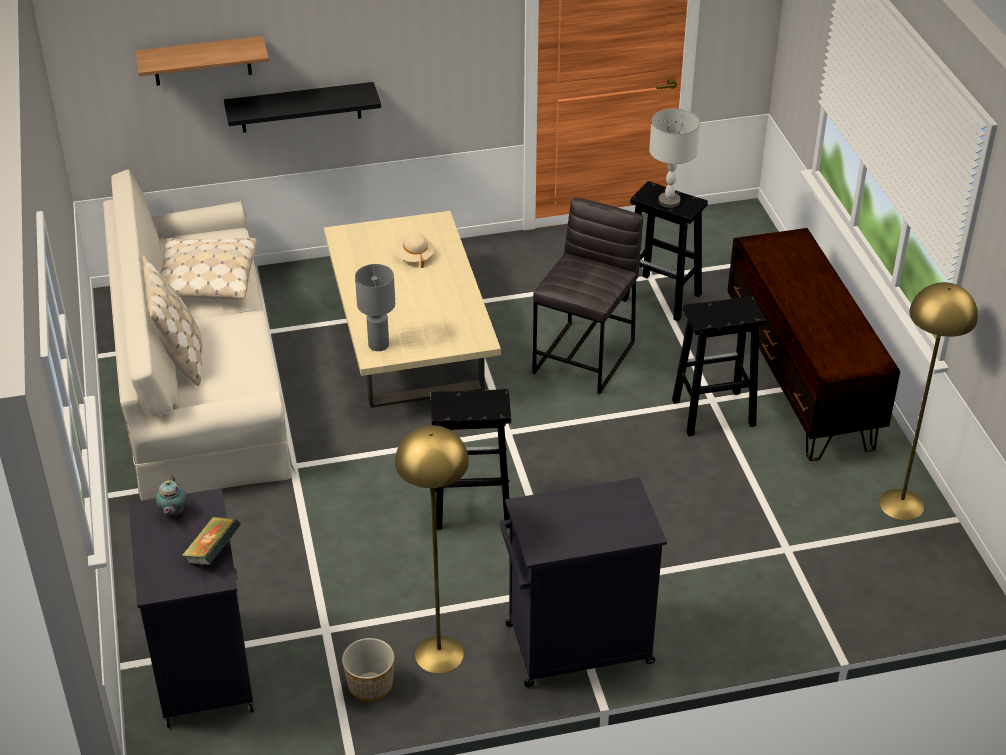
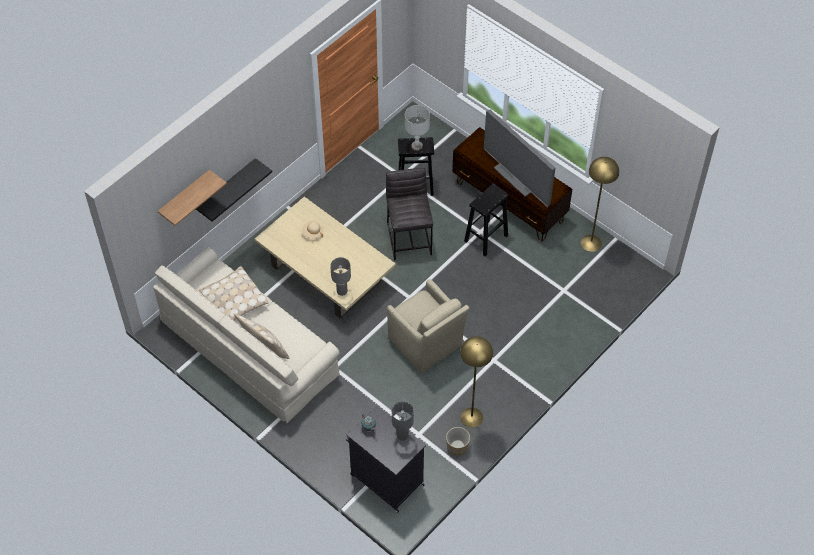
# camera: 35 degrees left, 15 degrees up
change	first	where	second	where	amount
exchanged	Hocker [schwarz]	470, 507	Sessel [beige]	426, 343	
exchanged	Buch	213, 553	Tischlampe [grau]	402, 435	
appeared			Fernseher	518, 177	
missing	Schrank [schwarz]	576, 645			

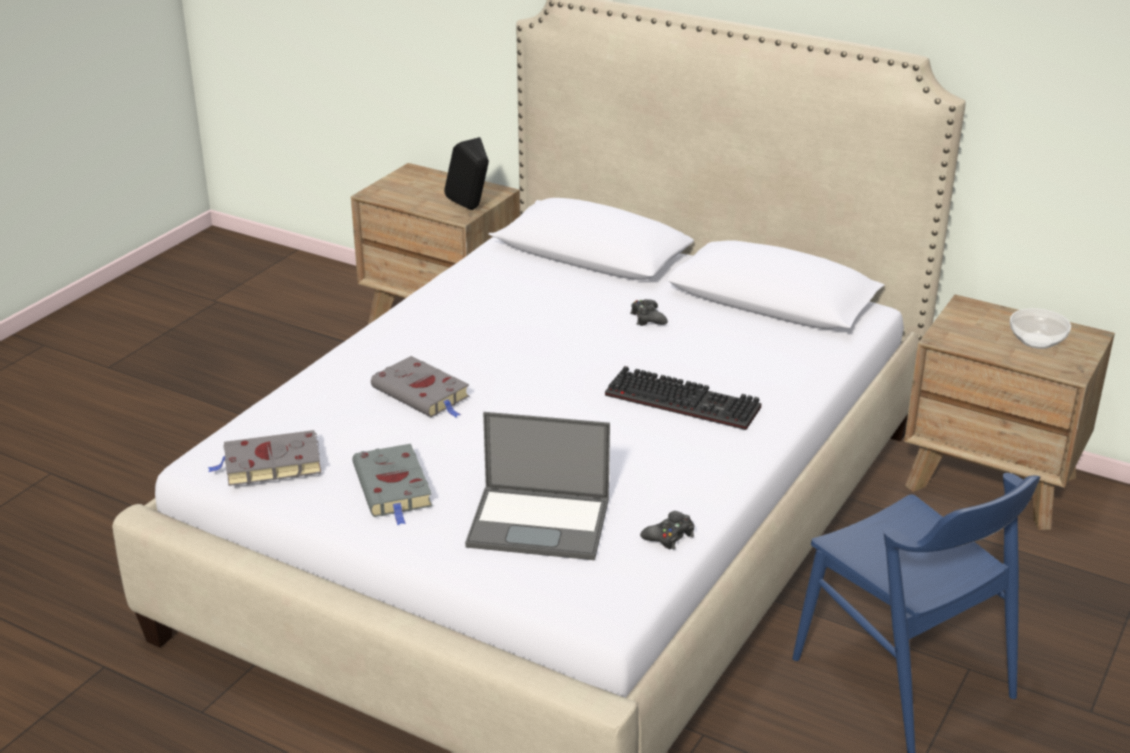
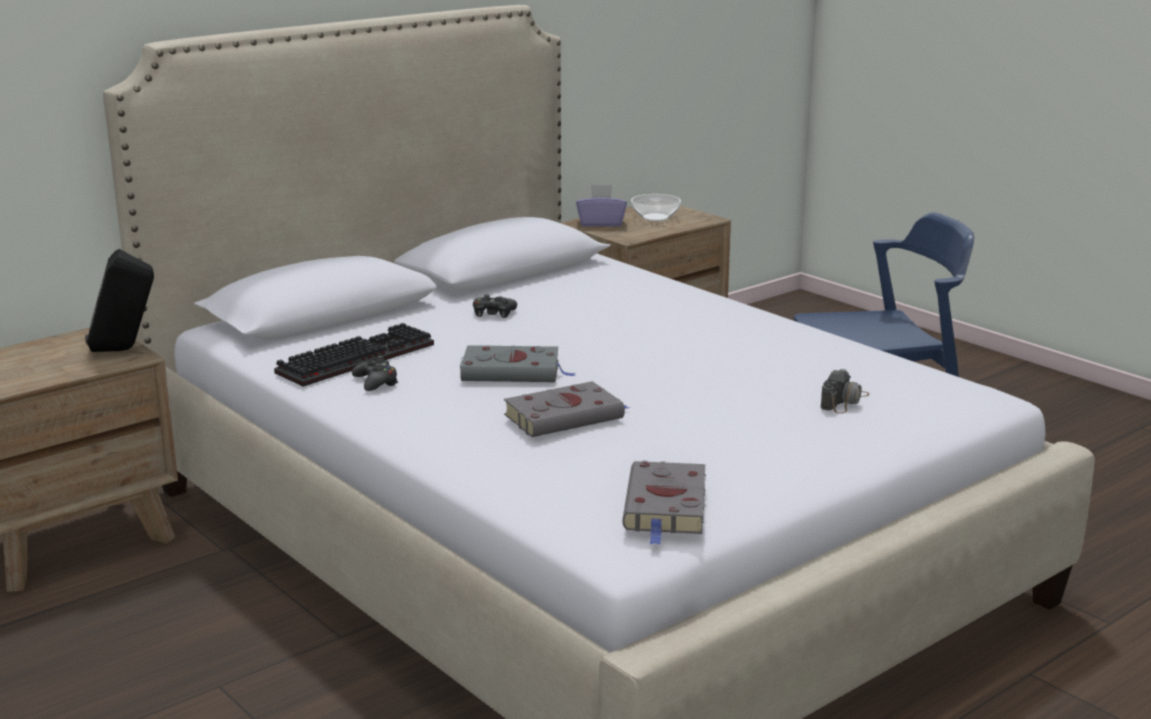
# camera: 70 degrees left, 10 degrees down
change	first	where	second	where	amount
relocated	Tastatur	686, 401		356, 357	
relocated	Gamepad [schwarz]	669, 536		376, 382	
relocated	Buch [grau]	393, 488		514, 371	
appeared			Taschentuchbox [lila]	601, 223	
exchanged	Laptop	540, 523	Kamera	845, 401	

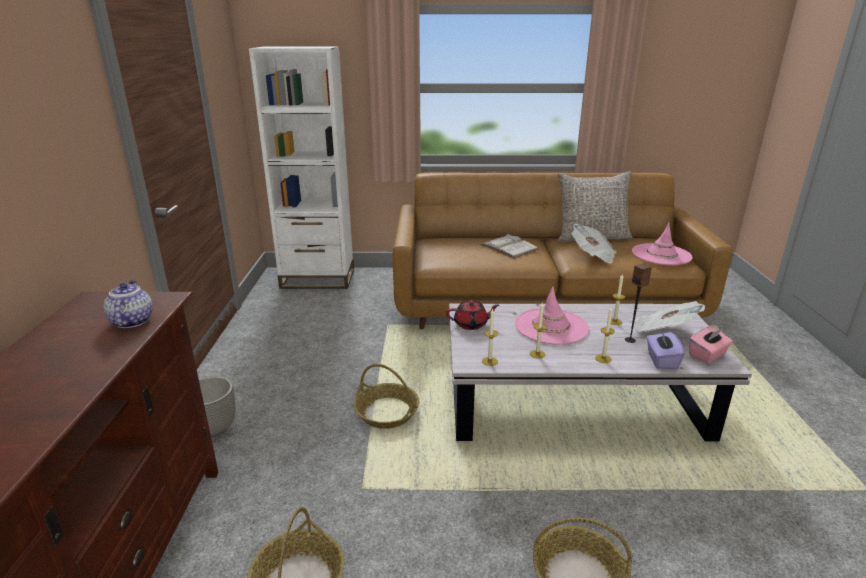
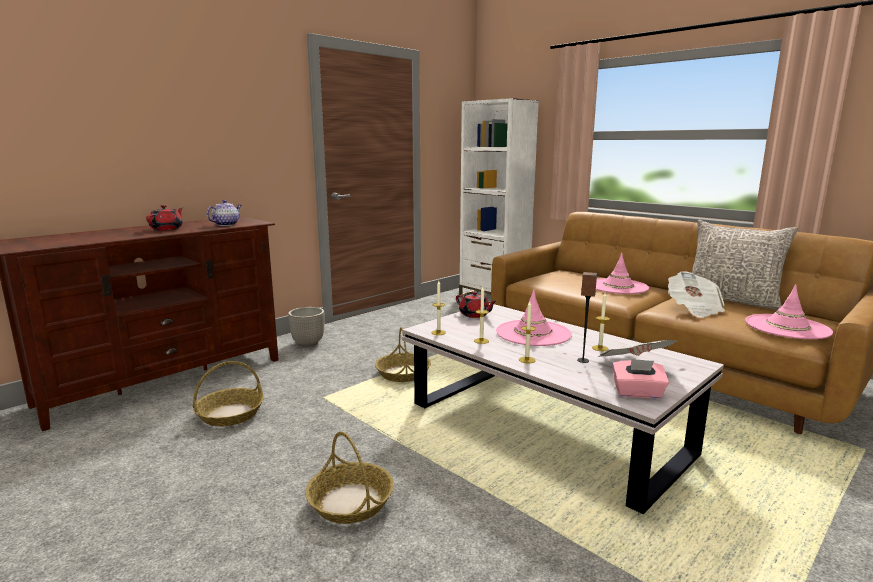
# camera: 45 degrees right, 10 degrees down
change	first	where	second	where	amount
appeared			Teekanne [rot]	167, 229	
exchanged	Buch [weiß]	509, 247	Hut [rosa]	618, 286	
missing	Taschentuchbox [lila]	661, 360			

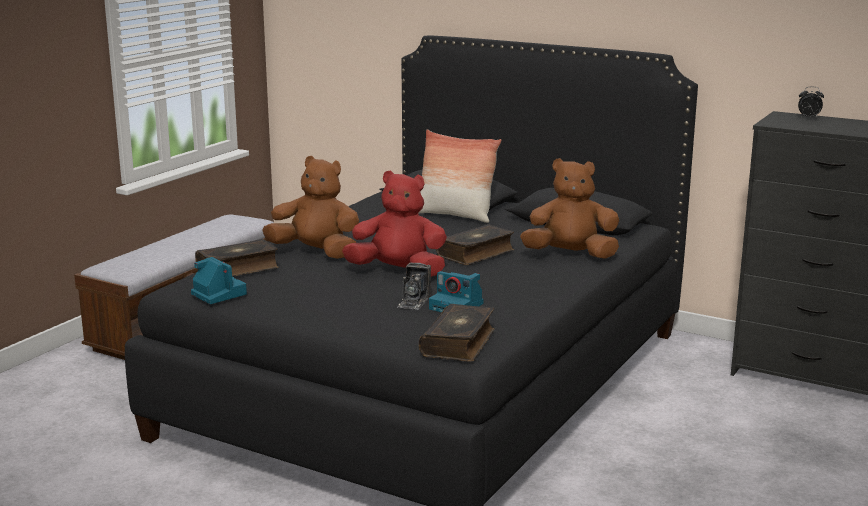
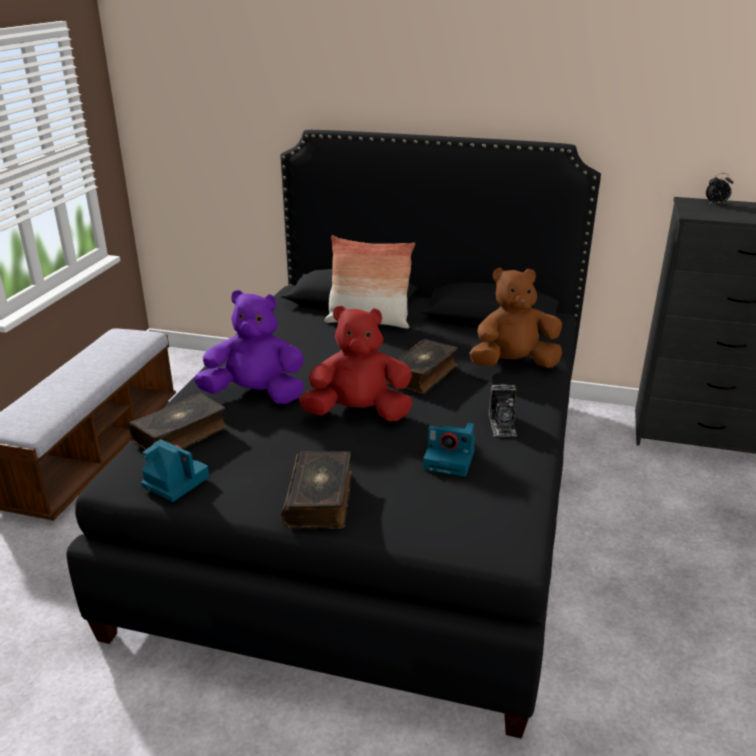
# camera: 15 degrees left, 10 degrees up
change	first	where	second	where	amount
colour	Plüschtier [braun]	316, 253	Plüschtier [lila]	255, 395	
relocated	Buch	459, 343		320, 499	
relocated	Kamera	414, 301		502, 425	

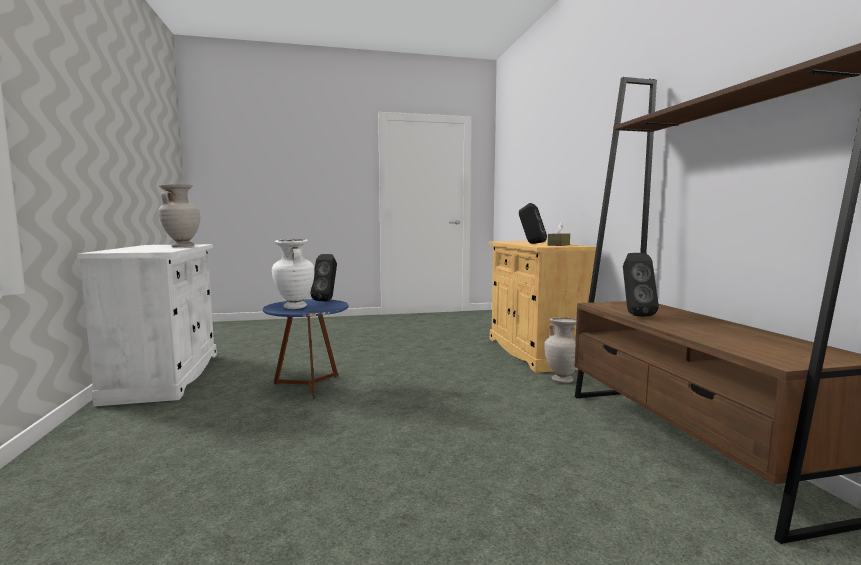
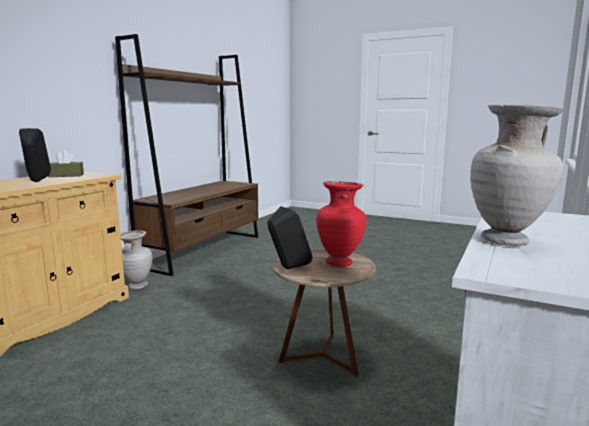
# camera: 140 degrees left, 5 degrees up
change	first	where	second	where	amount
colour	Beistelltisch [blau]	309, 385	Beistelltisch [braun]	322, 357	
colour	Vase [weiß]	294, 307	Vase [rot]	340, 263	
missing	Lautsprecher [schwarz]	634, 315			

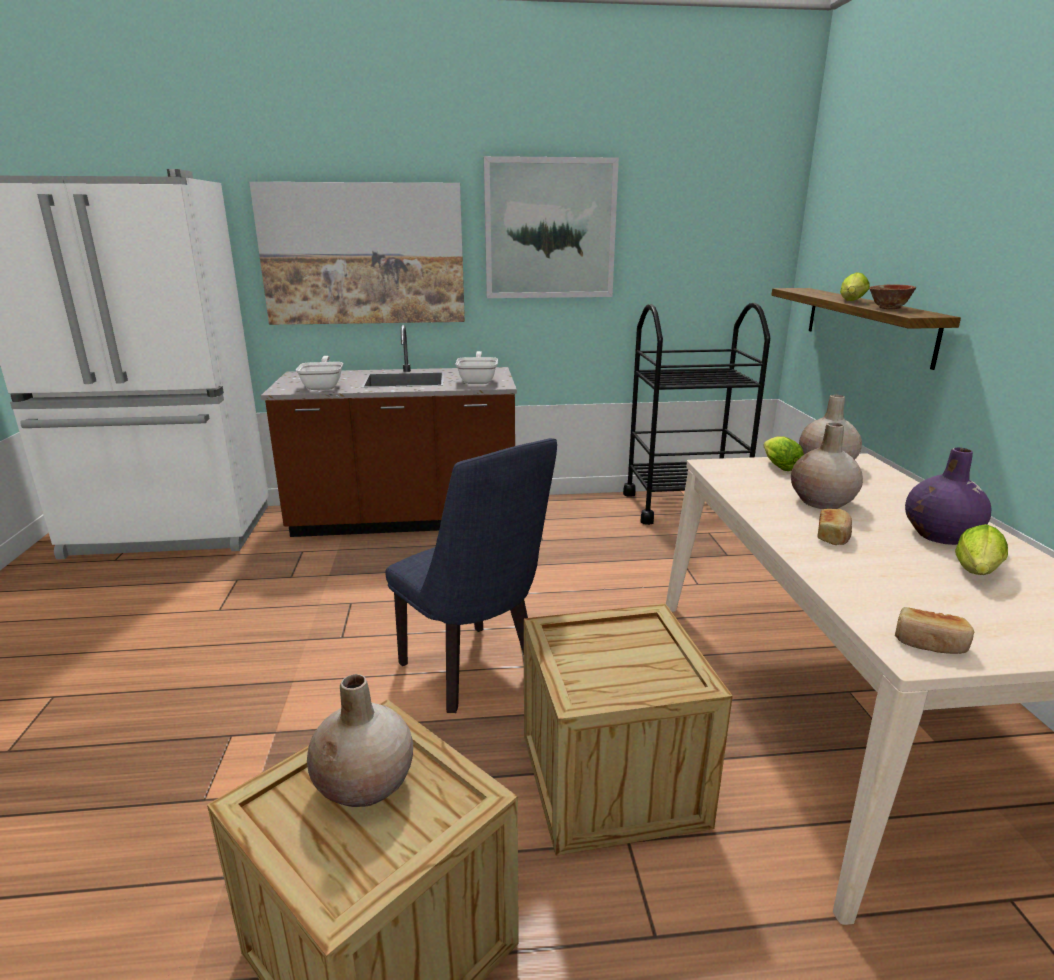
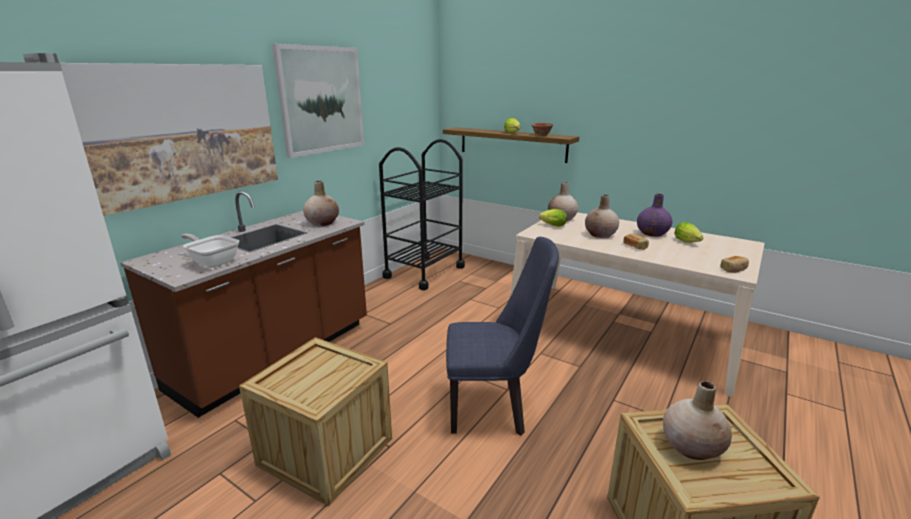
# camera: 50 degrees left, 0 degrees up
change	first	where	second	where	amount
relocated	Kiste	611, 779		326, 451	
exchanged	Pfanne	478, 381	Vase [beige]	322, 223	

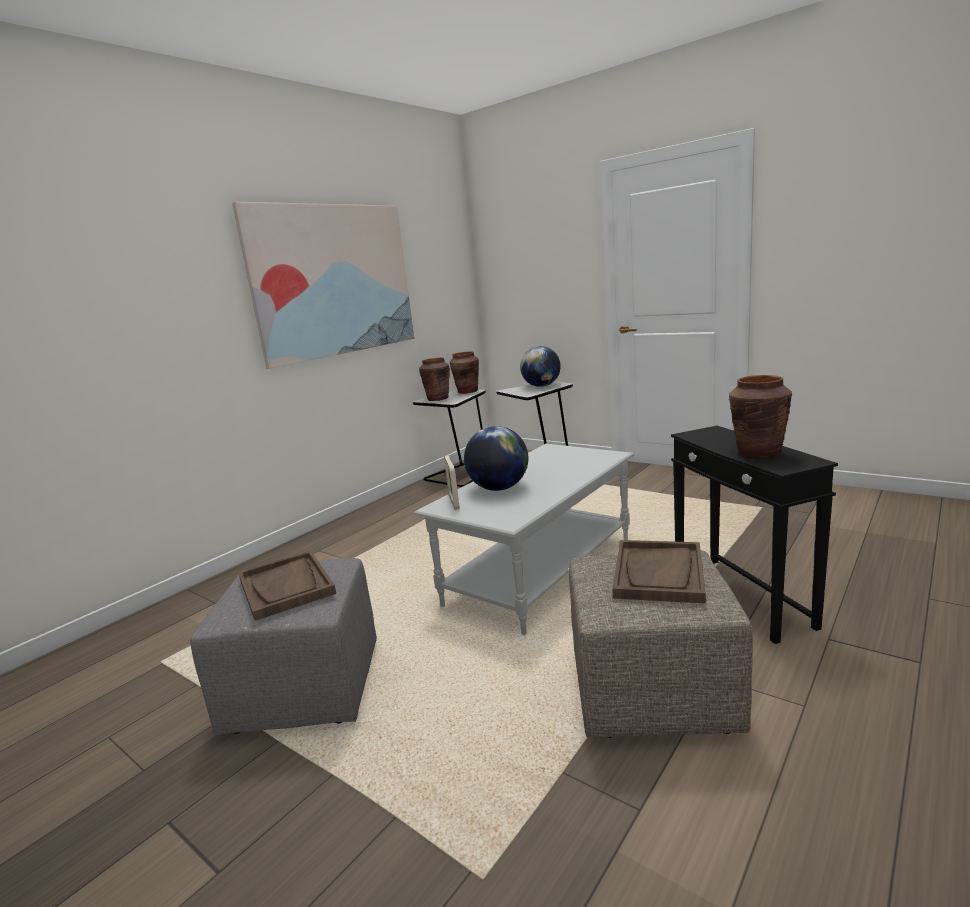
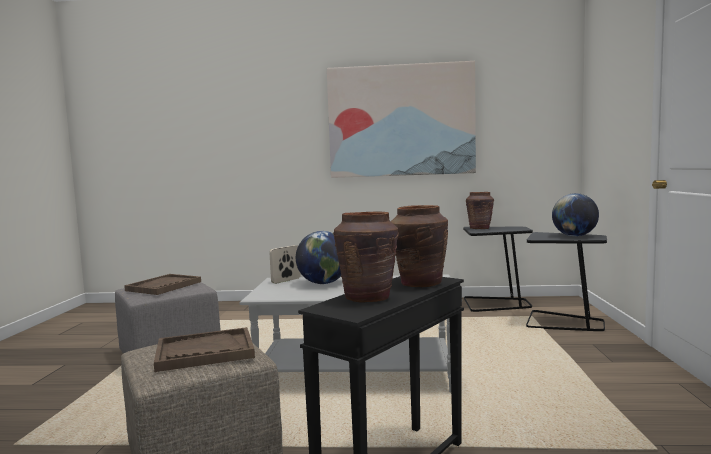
# camera: 55 degrees right, 10 degrees down
change	first	where	second	where	amount
relocated	Vase [braun]	467, 392		420, 283	

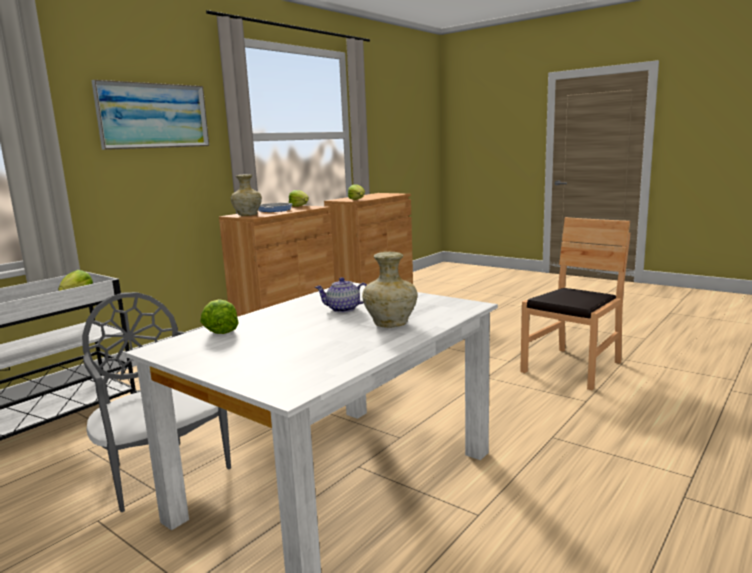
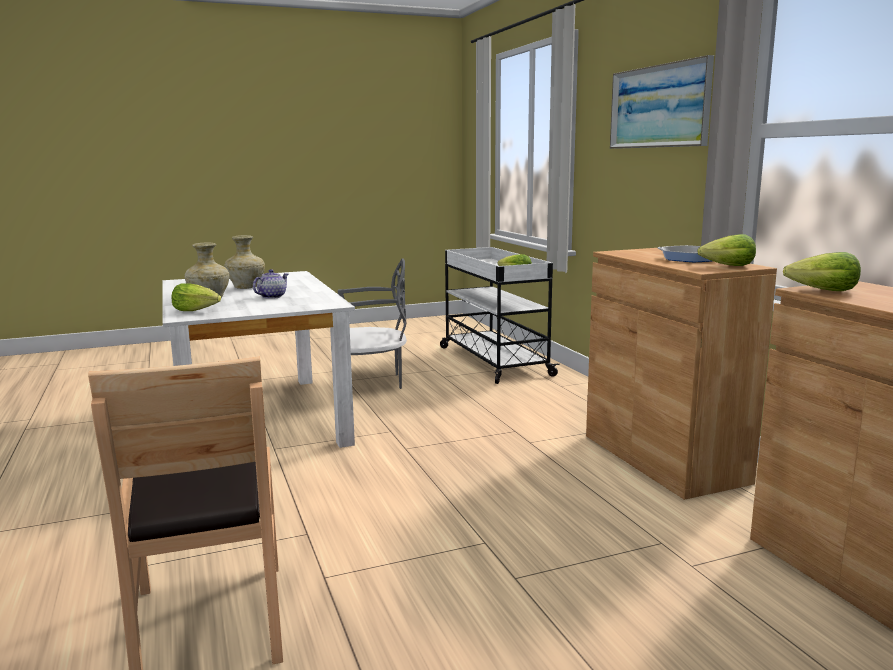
# camera: 120 degrees right, 0 degrees up
change	first	where	second	where	amount
relocated	Salatkopf	219, 330		196, 310	
relocated	Vase [beige]	248, 215		245, 287	

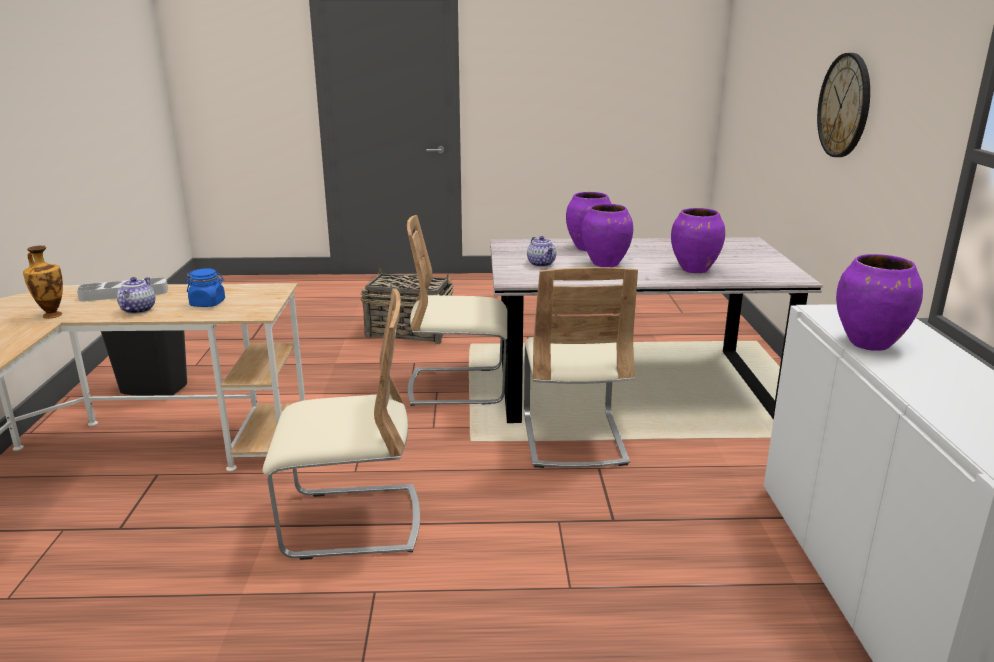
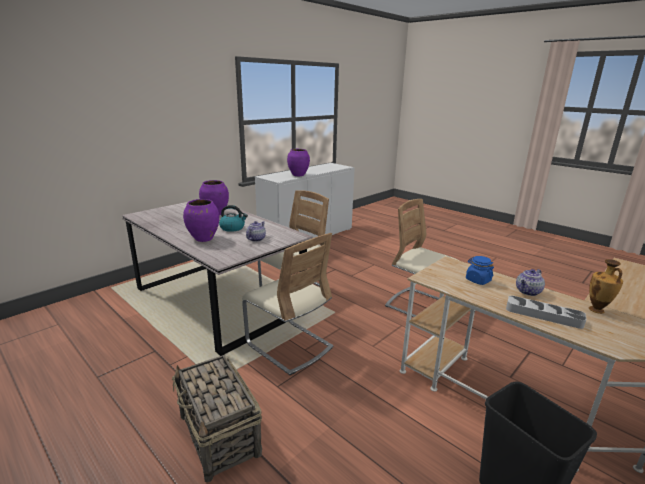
# camera: 135 degrees left, 0 degrees up
change	first	where	second	where	amount
exchanged	Vase [lila]	606, 264	Wasserkessel	233, 228	
missing	Wanduhr	844, 106			

